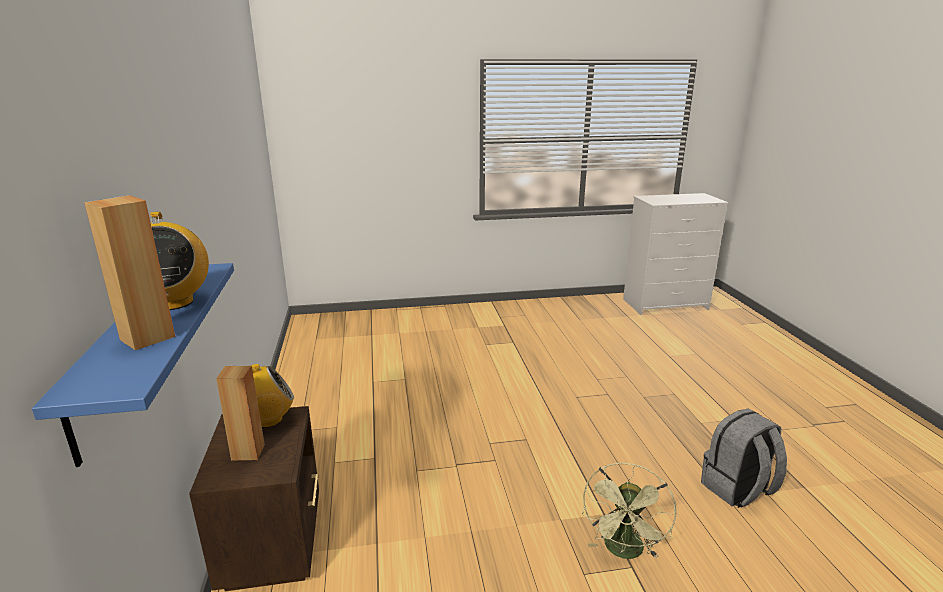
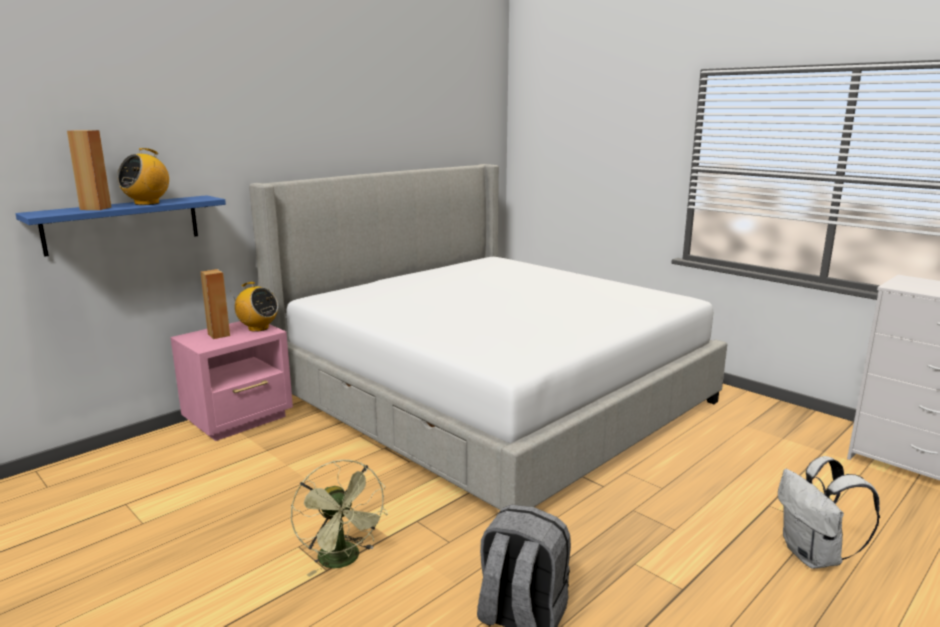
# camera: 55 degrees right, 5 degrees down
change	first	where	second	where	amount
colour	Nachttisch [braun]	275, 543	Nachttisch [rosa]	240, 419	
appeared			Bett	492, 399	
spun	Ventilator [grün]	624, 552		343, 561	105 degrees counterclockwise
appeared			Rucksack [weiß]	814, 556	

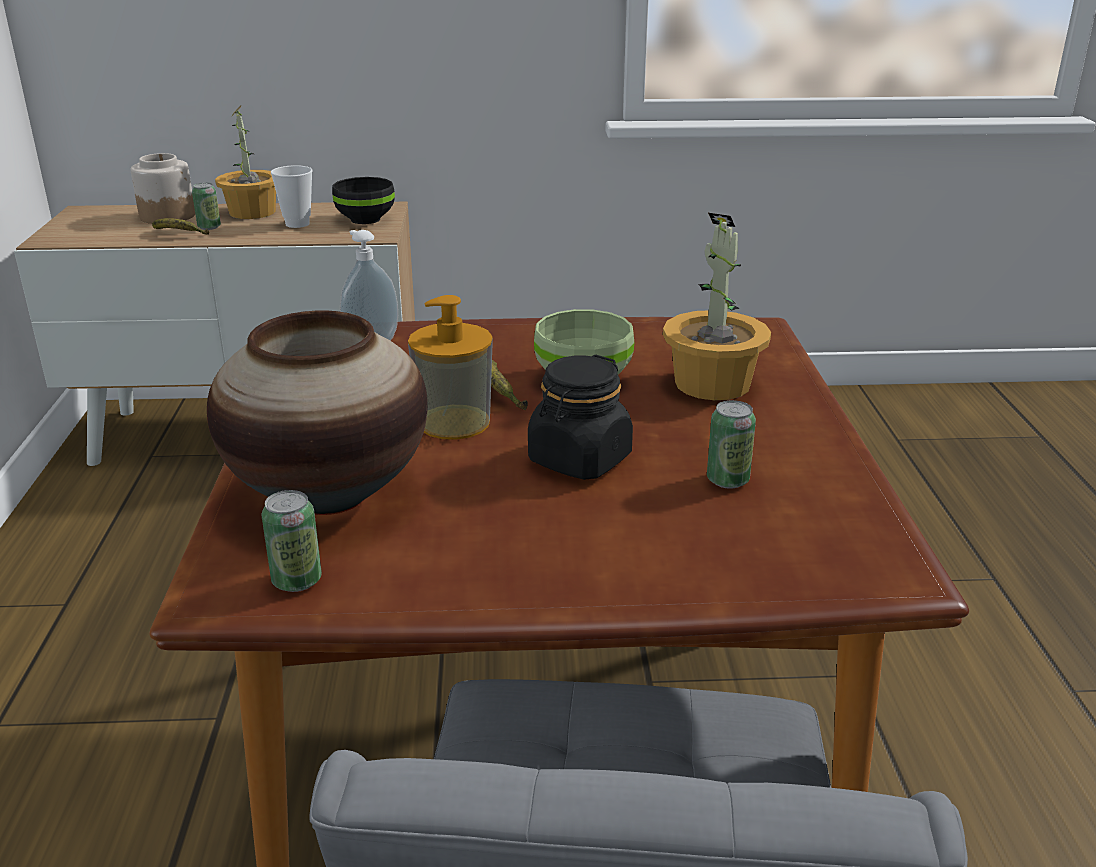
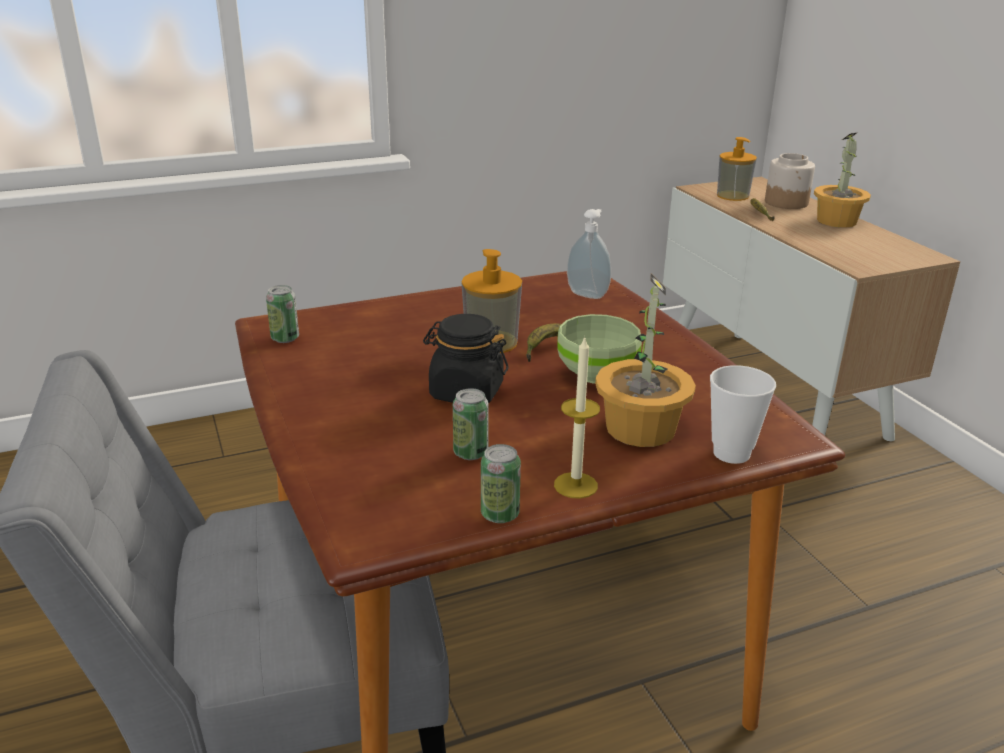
# camera: 70 degrees right, 0 degrees up
change	first	where	second	where	amount
relocated	Dose	209, 227		500, 514	
appeared			Kerze	575, 485	
relocated	Tasse	297, 224		731, 453	
appeared			Seifenspender	732, 196	
missing	Vase	329, 494			
missing	Schüssel [schwarz]	366, 219			

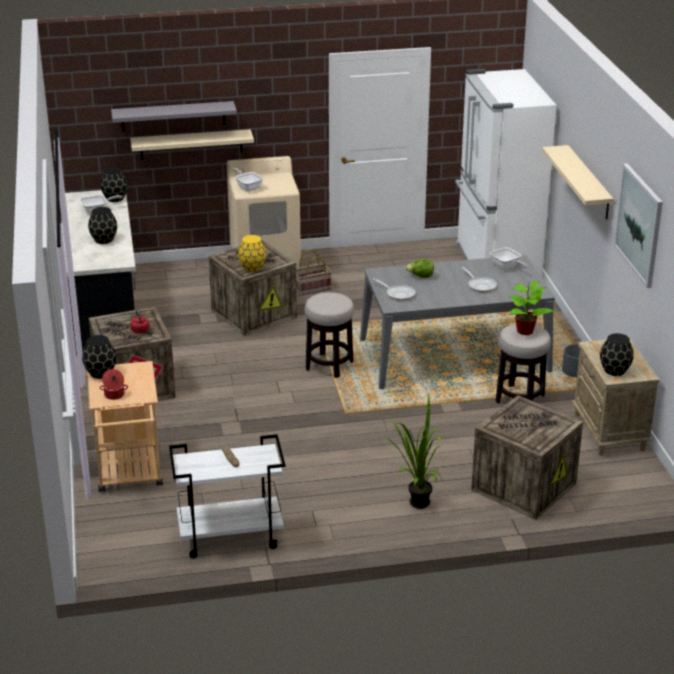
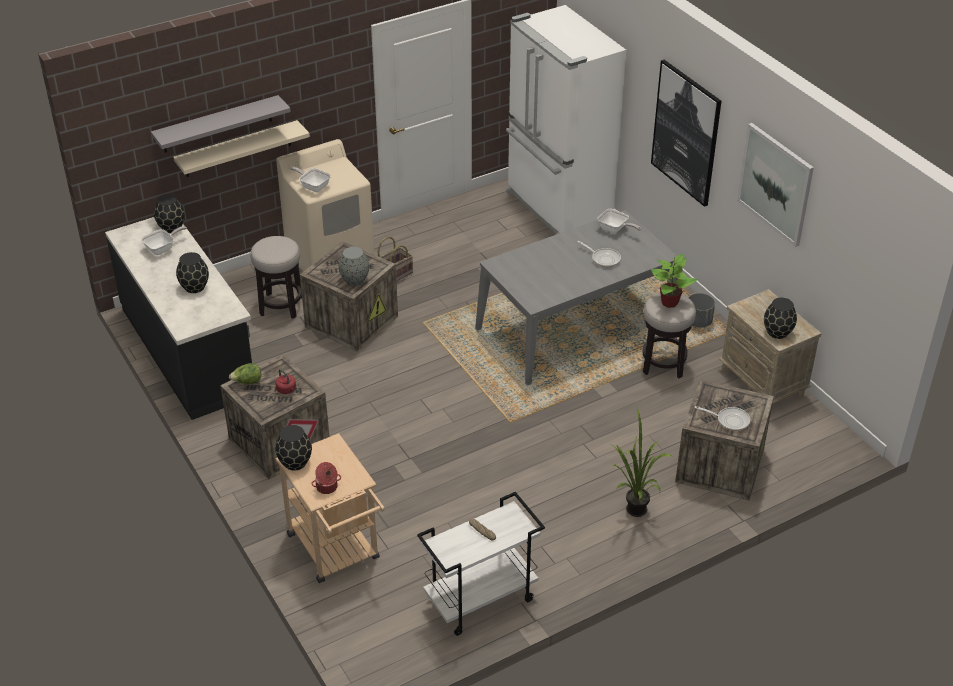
# camera: 20 degrees left, 10 degrees up
change	first	where	second	where	amount
relocated	Salatkopf	420, 276		247, 382	
relocated	Hocker	329, 365		281, 306	
colour	Vase [gelb]	252, 267	Vase [grau]	354, 280	
exchanged	Wandregal [beige]	588, 183	Bild	686, 132	
relocated	Pfanne	398, 294		730, 420	

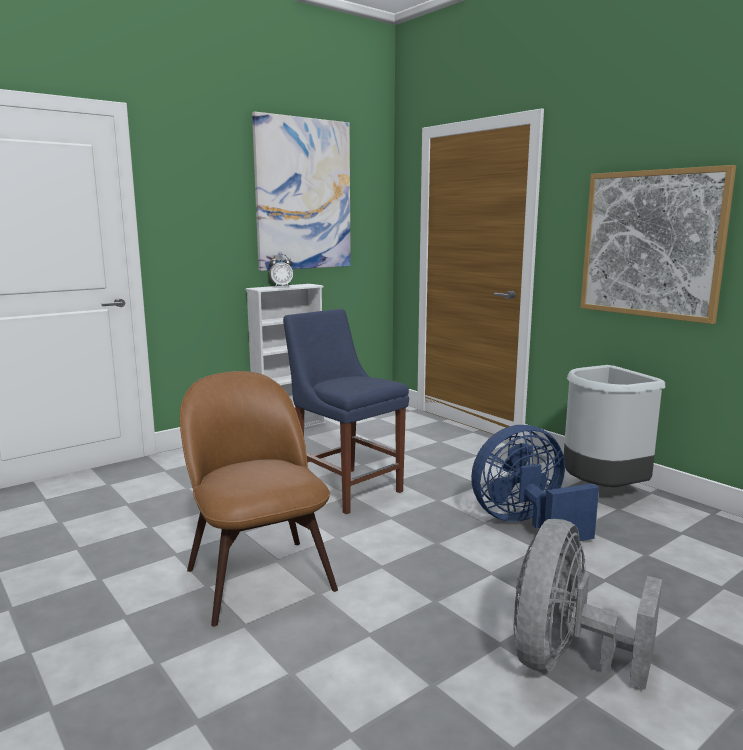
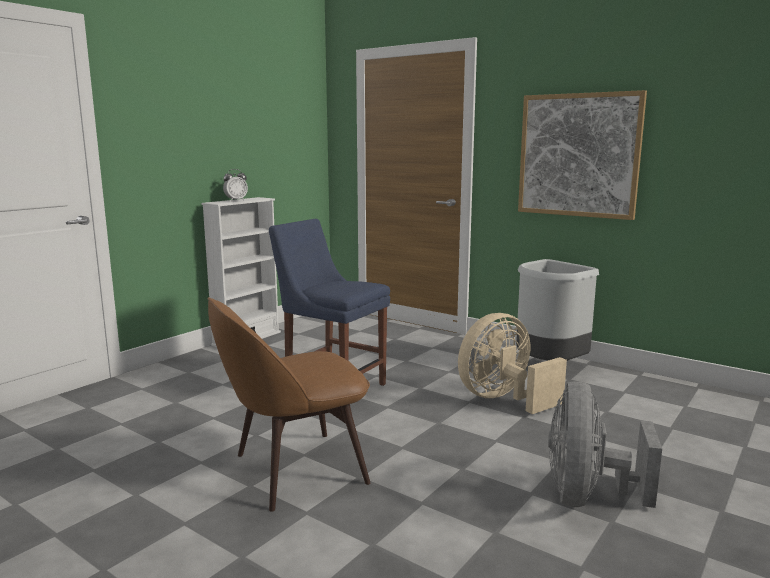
# camera: 15 degrees left, 0 degrees up
change	first	where	second	where	amount
spun	Stuhl [braun]	258, 576		294, 470	75 degrees counterclockwise
colour	Ventilator [blau]	526, 524	Ventilator [beige]	503, 399	
missing	Bild	303, 194			

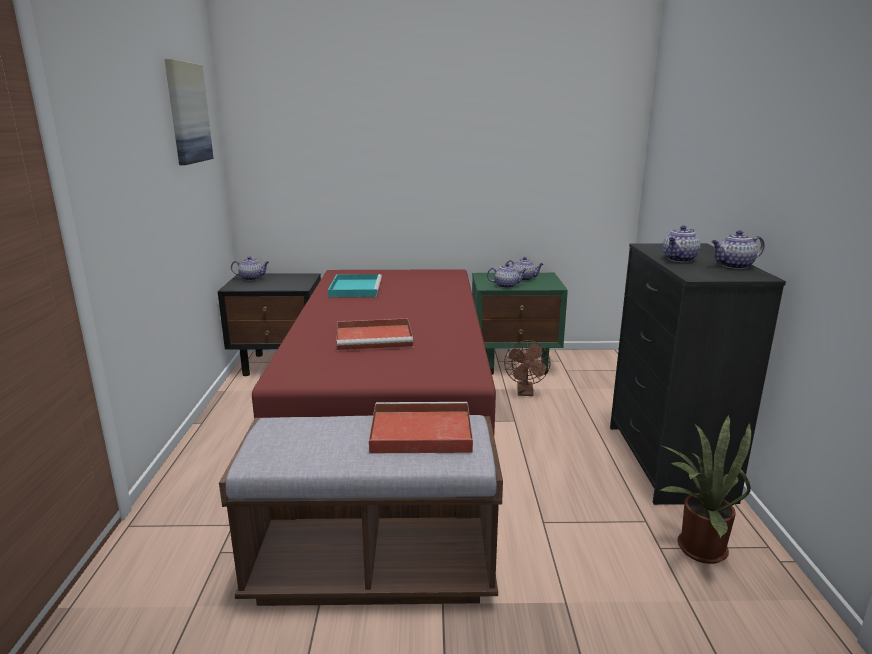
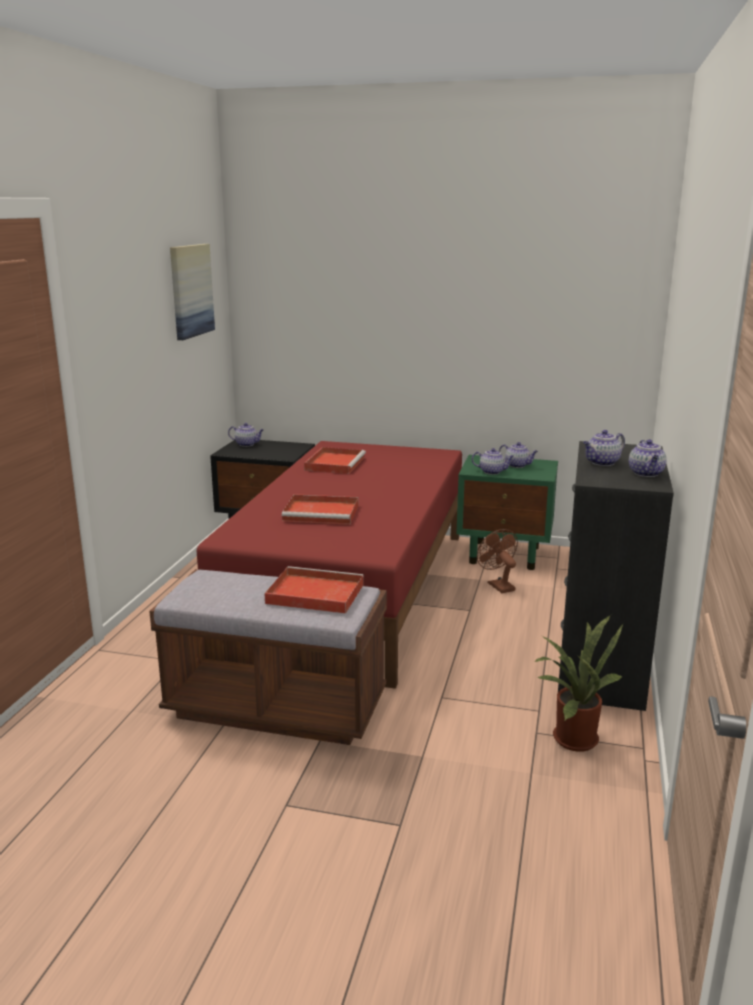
# camera: 15 degrees right, 0 degrees up
change	first	where	second	where	amount
colour	Tablett [türkis]	355, 288	Tablett [rot]	335, 463	
spun	Ventilator [braun]	525, 392		498, 585	135 degrees clockwise
spun	Teekanne	734, 266		646, 473	90 degrees counterclockwise

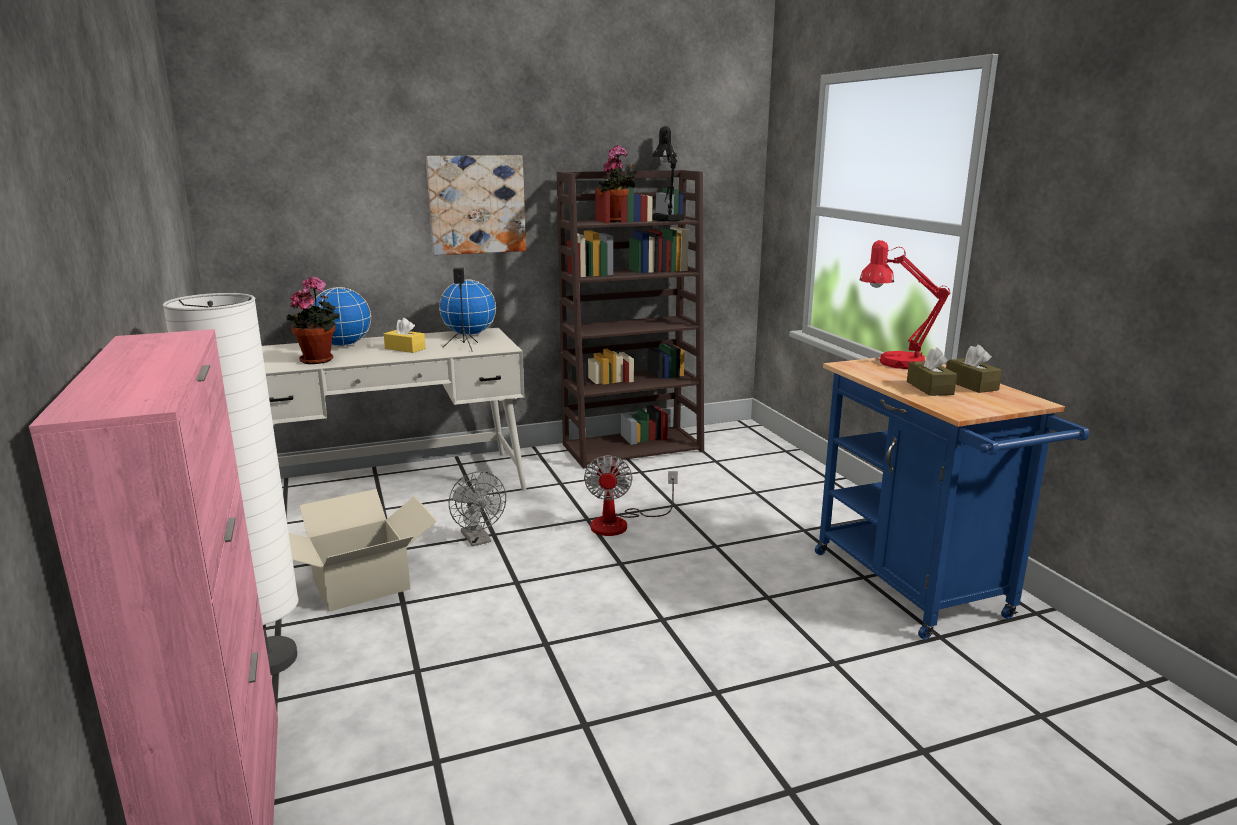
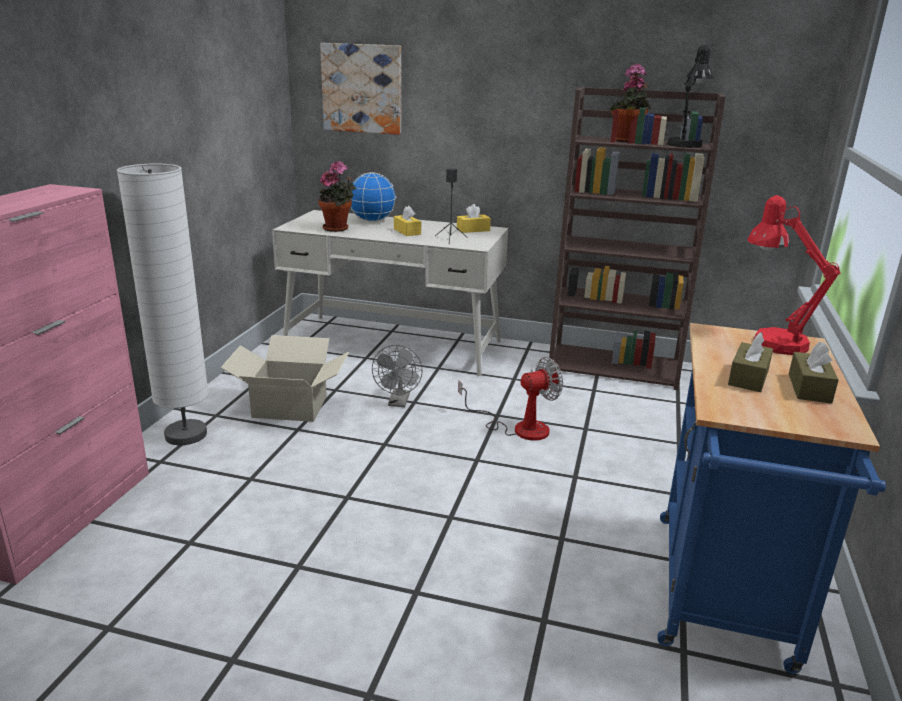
# camera: 35 degrees right, 5 degrees up
change	first	where	second	where	amount
relocated	Bild	476, 204		362, 88	
exchanged	Globus	469, 335	Taschentuchbox [gelb]	473, 230	
spun	Ventilator	620, 523		519, 428	150 degrees counterclockwise

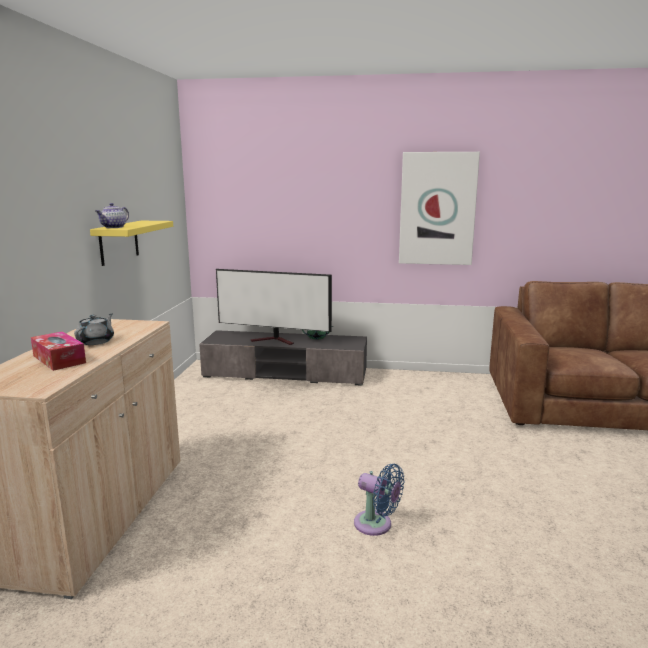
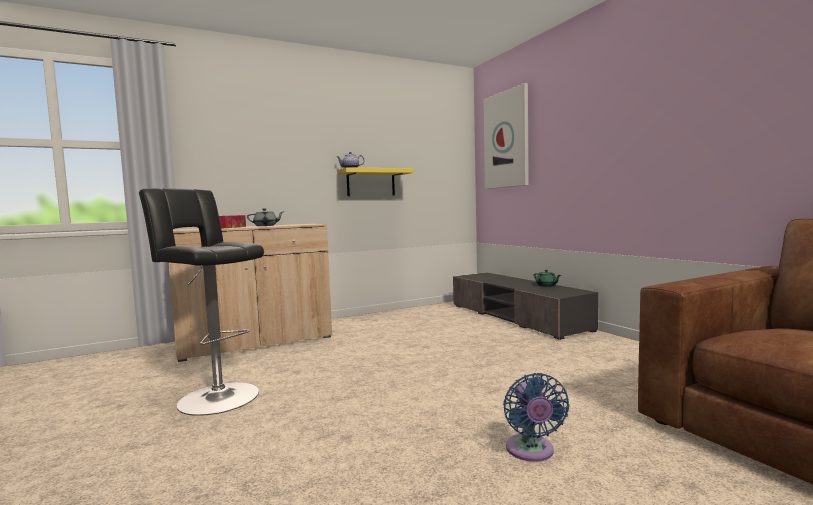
# camera: 55 degrees right, 10 degrees down
change	first	where	second	where	amount
appeared			Hocker [schwarz]	215, 396	
relocated	Bild	437, 209		507, 140	
relocated	Ventilator [blau]	376, 525		531, 451	
missing	Fernseher	275, 340			

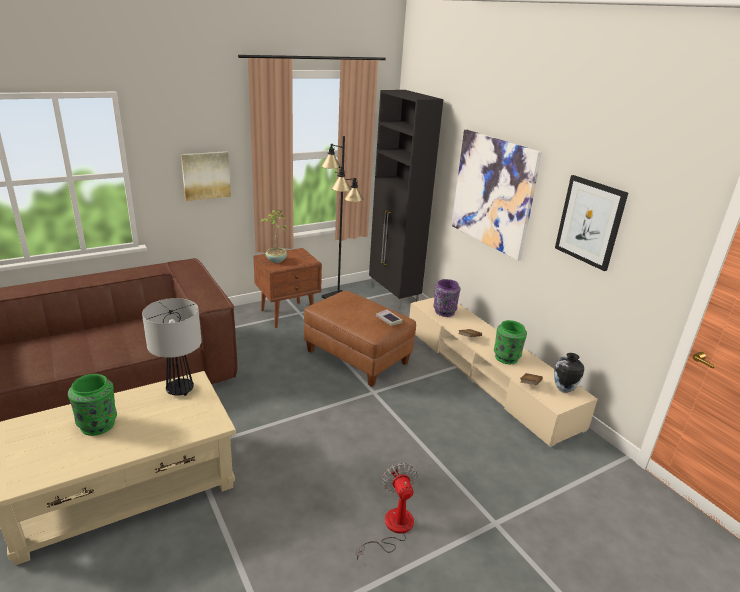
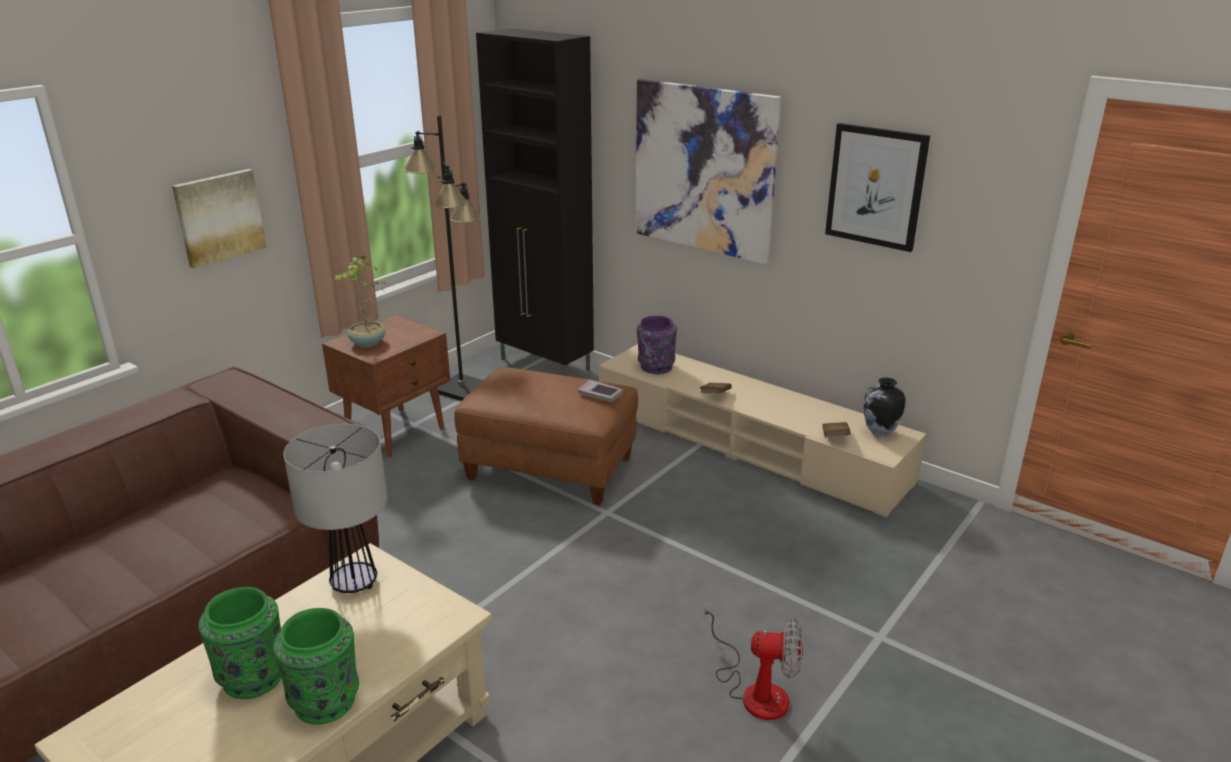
# camera: 20 degrees left, 0 degrees up
change	first	where	second	where	amount
relocated	Vase [grün]	506, 357		325, 700	
spun	Ventilator	392, 528		755, 690	135 degrees clockwise

